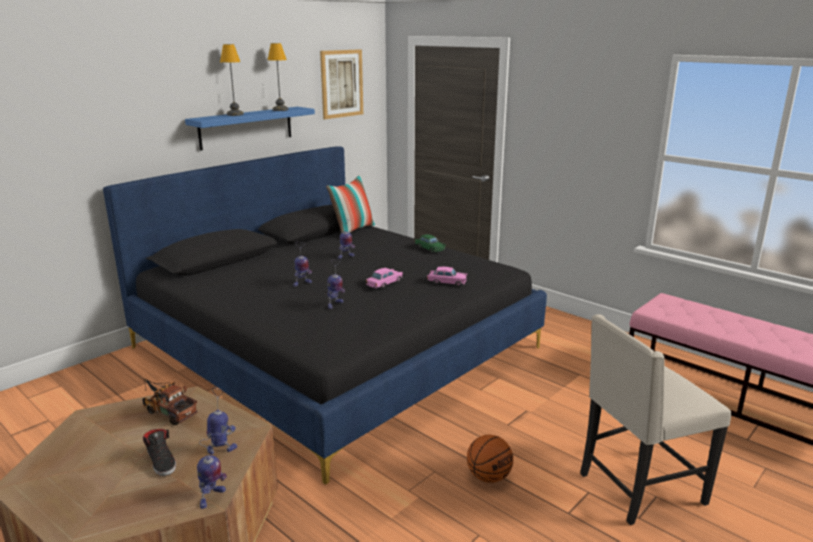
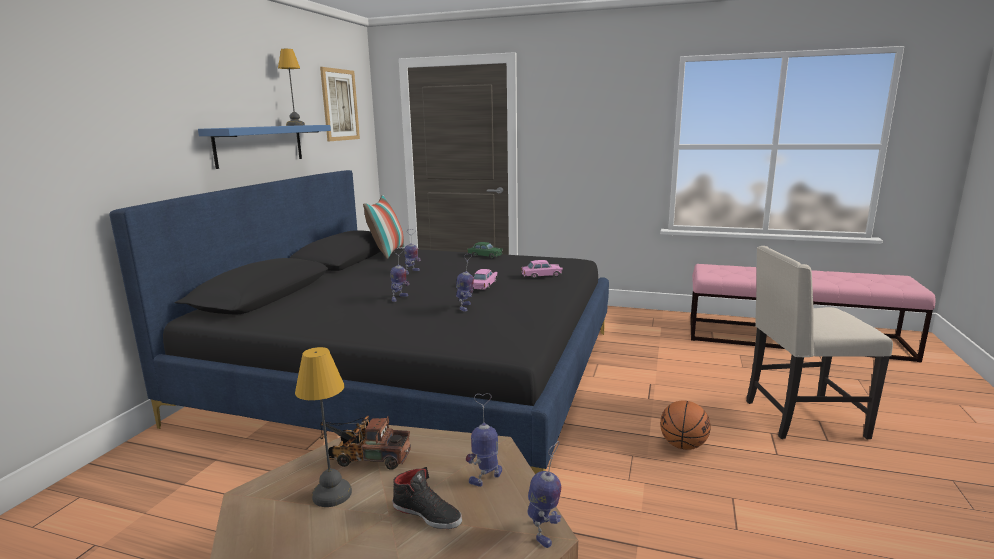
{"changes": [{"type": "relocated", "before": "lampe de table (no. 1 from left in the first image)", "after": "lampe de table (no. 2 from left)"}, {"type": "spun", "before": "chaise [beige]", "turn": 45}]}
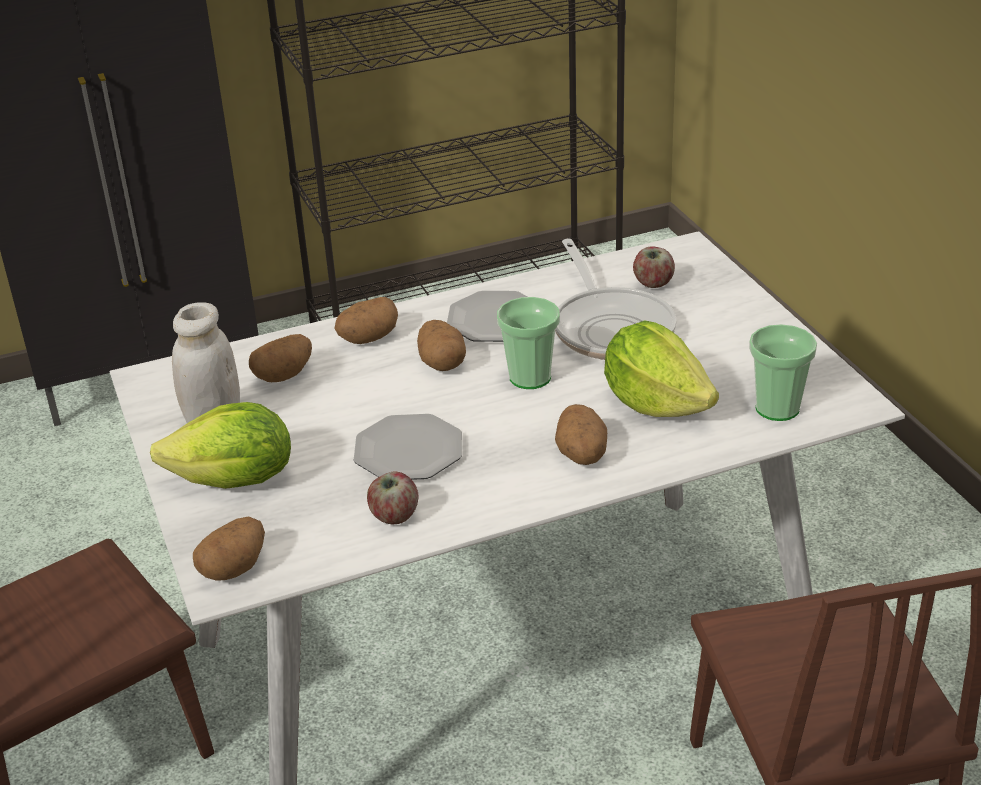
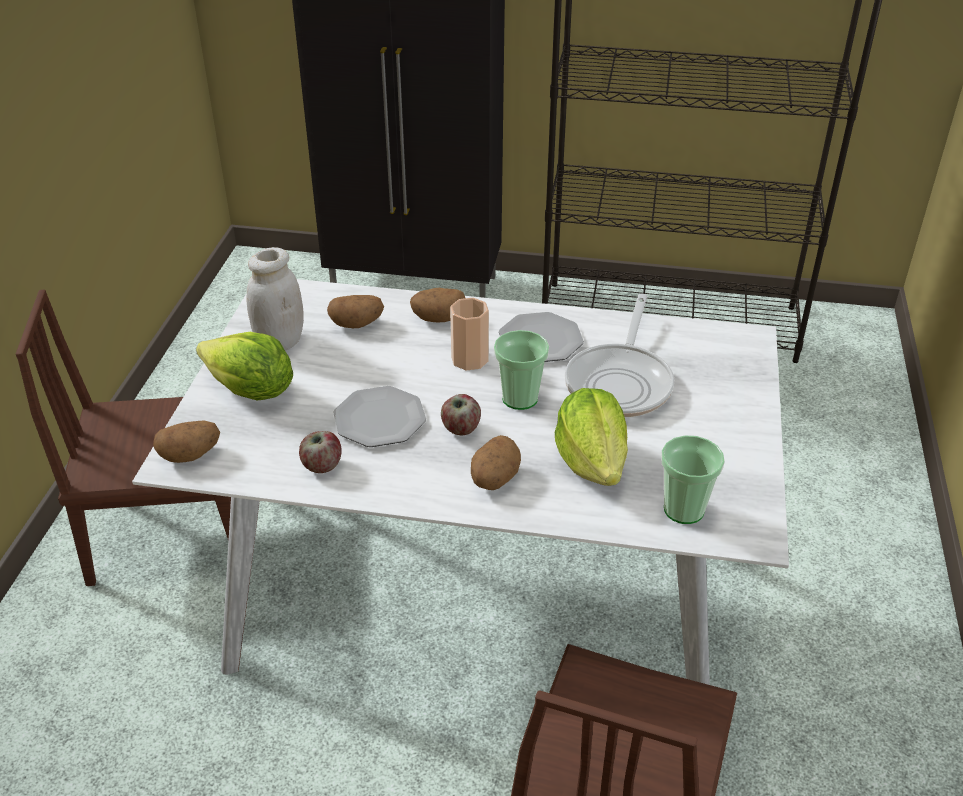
{"changes": [{"type": "exchanged", "before": "pomme de terre (no. 4 from left)", "after": "tasse (no. 1 from left)"}, {"type": "relocated", "before": "pomme (no. 2 from left)"}]}
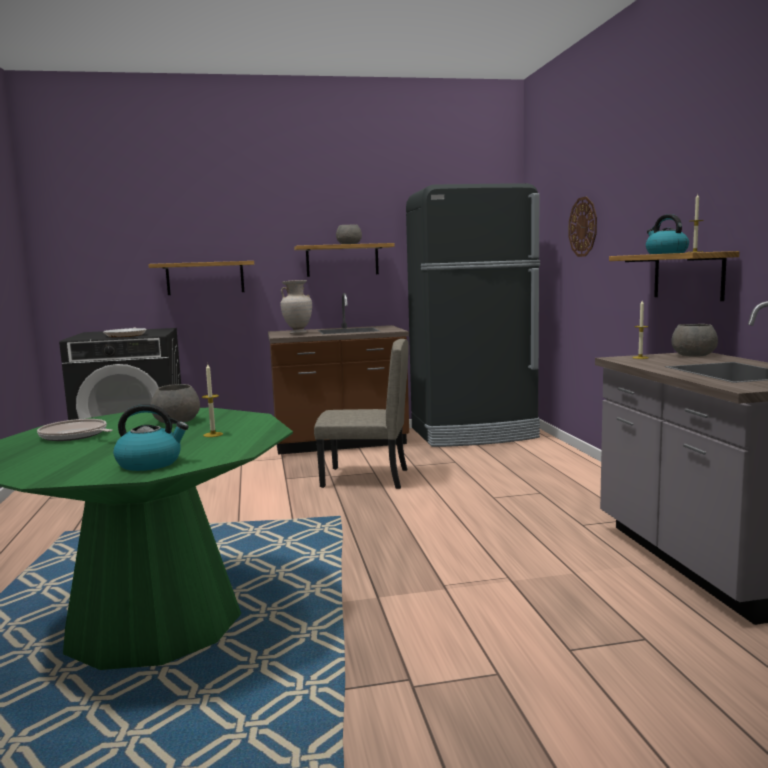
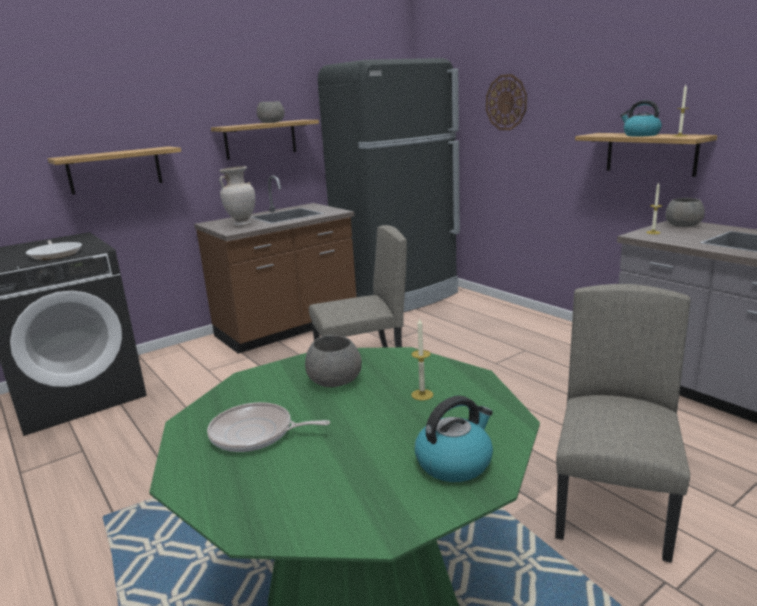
{"changes": [{"type": "appeared", "after": "chaise [beige] (no. 2 from left)"}]}
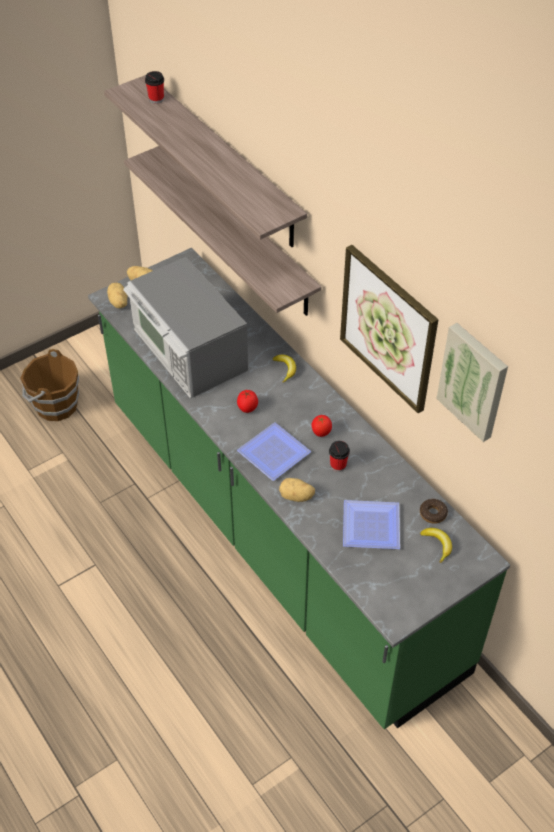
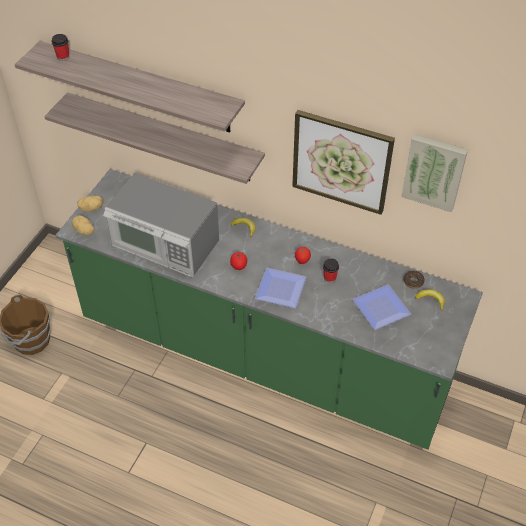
{"changes": [{"type": "missing", "before": "pomme de terre (no. 3 from left)"}]}
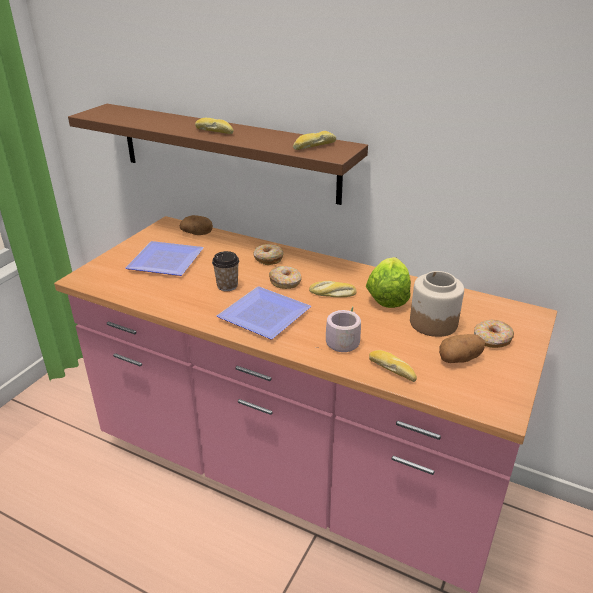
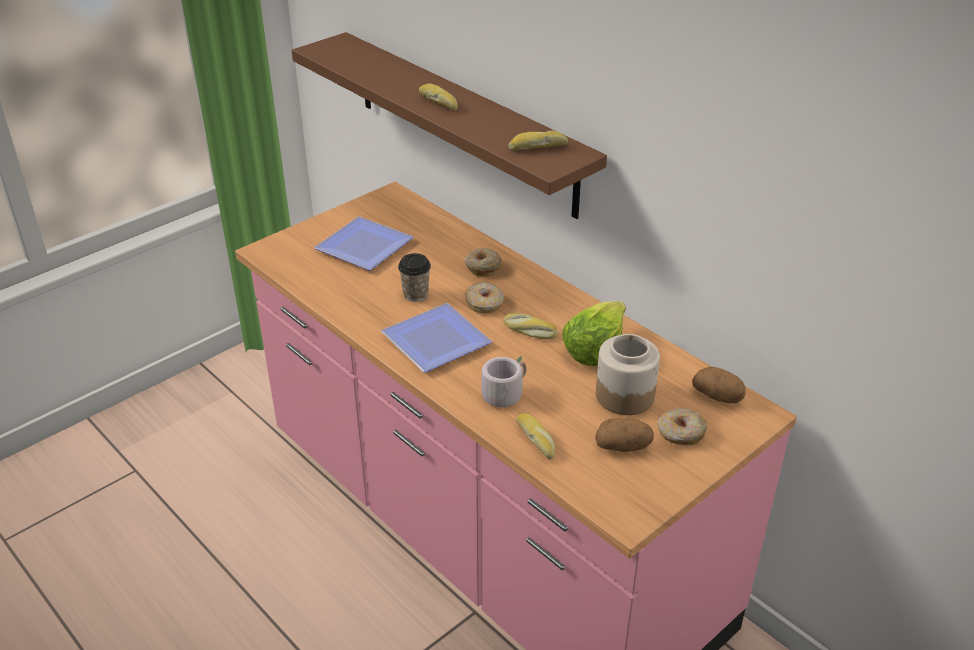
{"changes": [{"type": "relocated", "before": "pomme de terre (no. 1 from left in the first image)", "after": "pomme de terre (no. 2 from left)"}]}
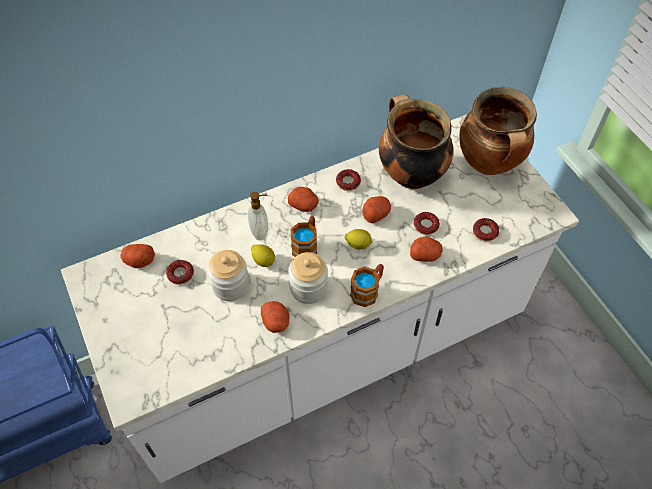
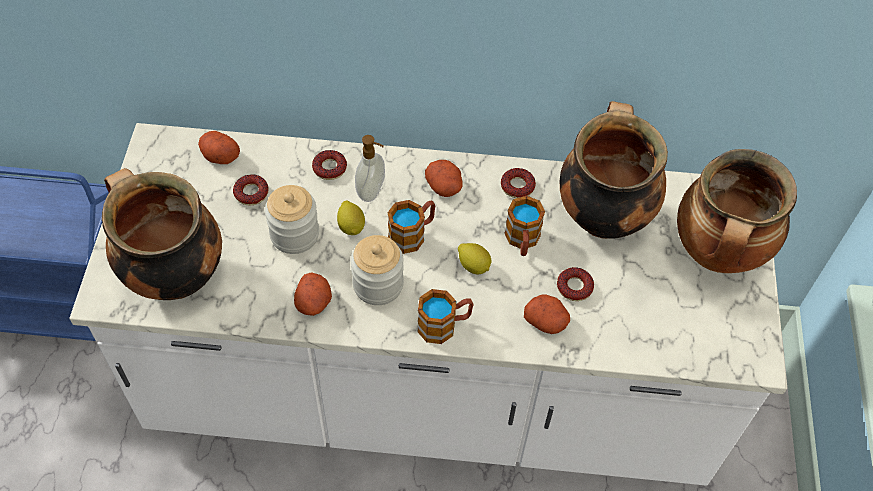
{"changes": [{"type": "exchanged", "before": "pomme de terre (no. 4 from left)", "after": "mug (no. 3 from left)"}, {"type": "relocated", "before": "beignet (no. 4 from left in the first image)", "after": "beignet (no. 2 from left)"}, {"type": "appeared", "after": "marmite (no. 1 from left)"}]}
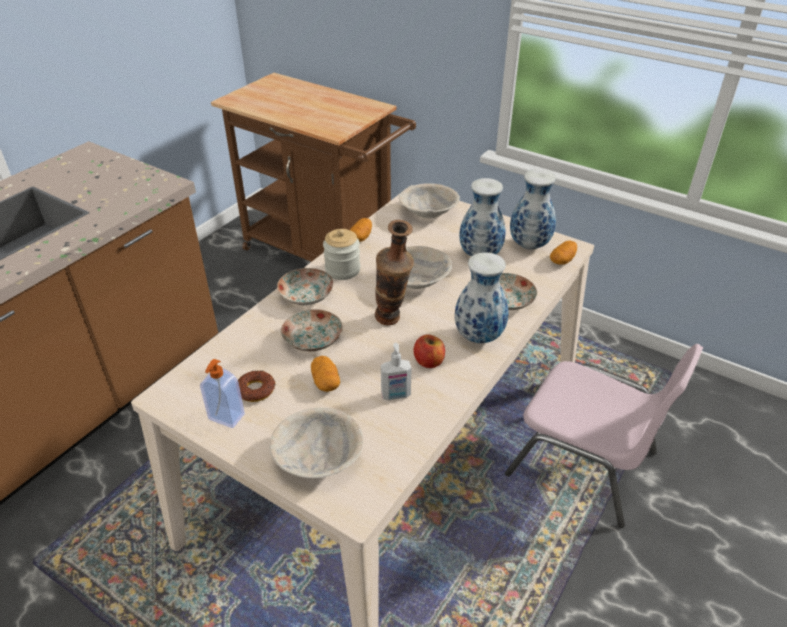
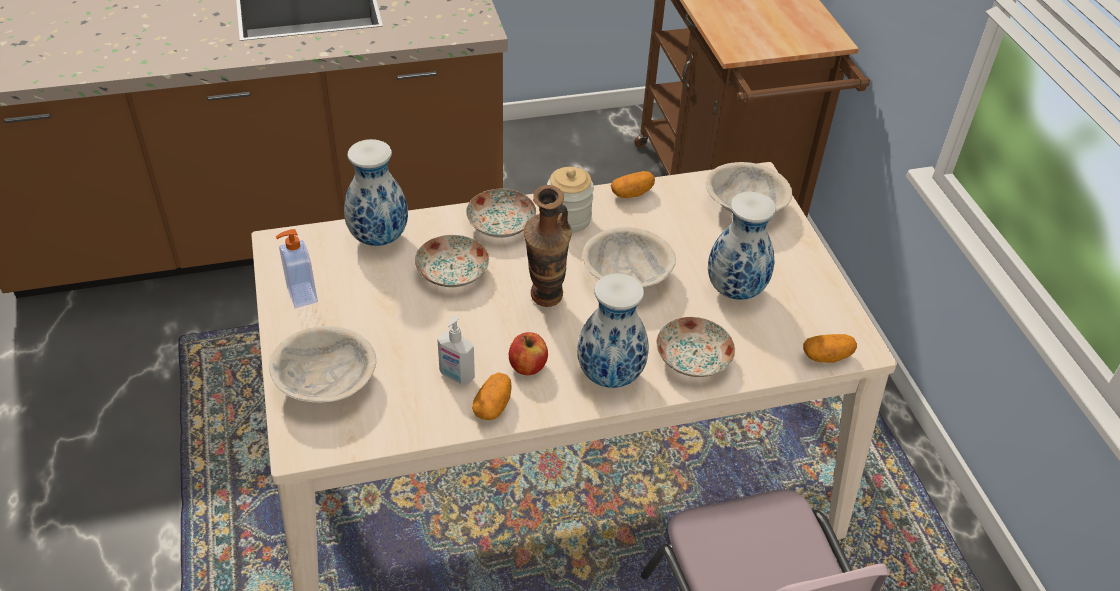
{"changes": [{"type": "missing", "before": "beignet"}, {"type": "relocated", "before": "pomme de terre (no. 1 from left)"}, {"type": "relocated", "before": "vase (no. 4 from left in the first image)", "after": "vase (no. 1 from left)"}]}
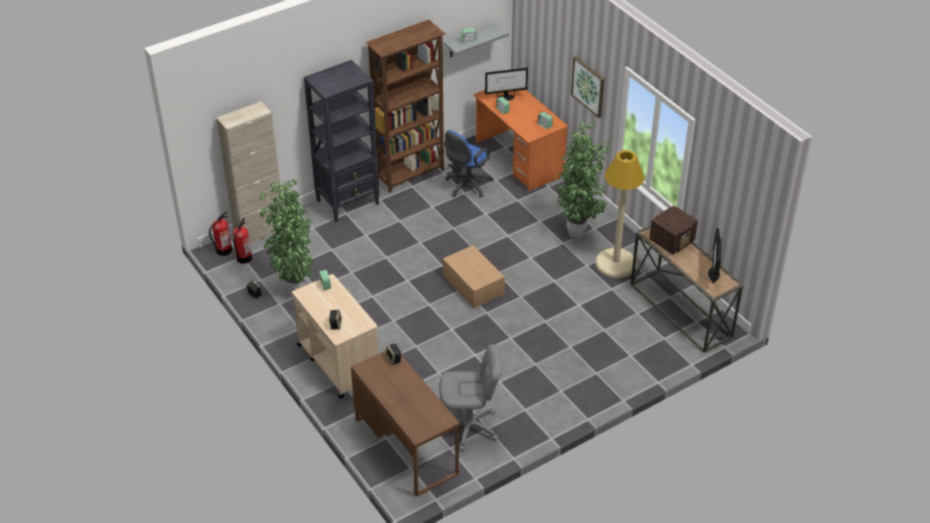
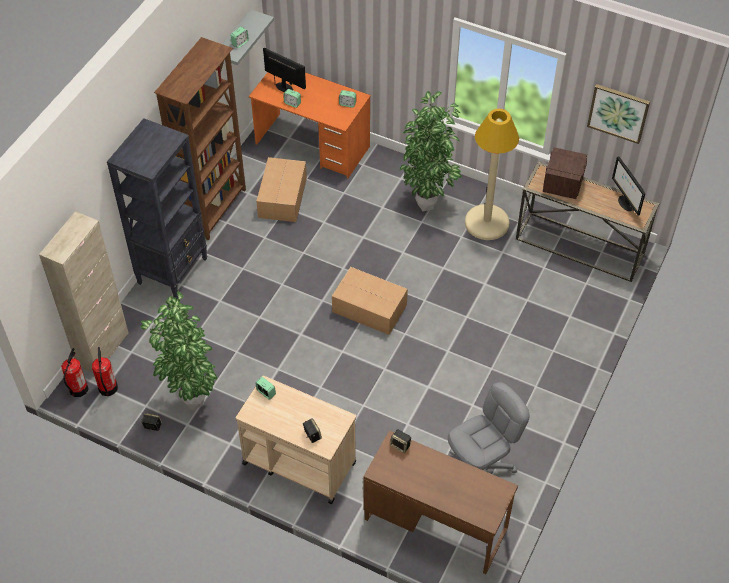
{"changes": [{"type": "exchanged", "before": "chaise de bureau [bleu]", "after": "carton (no. 1 from left)"}, {"type": "spun", "before": "écran d'ordinateur (no. 1 from left)", "turn": -105}, {"type": "relocated", "before": "tableau"}]}
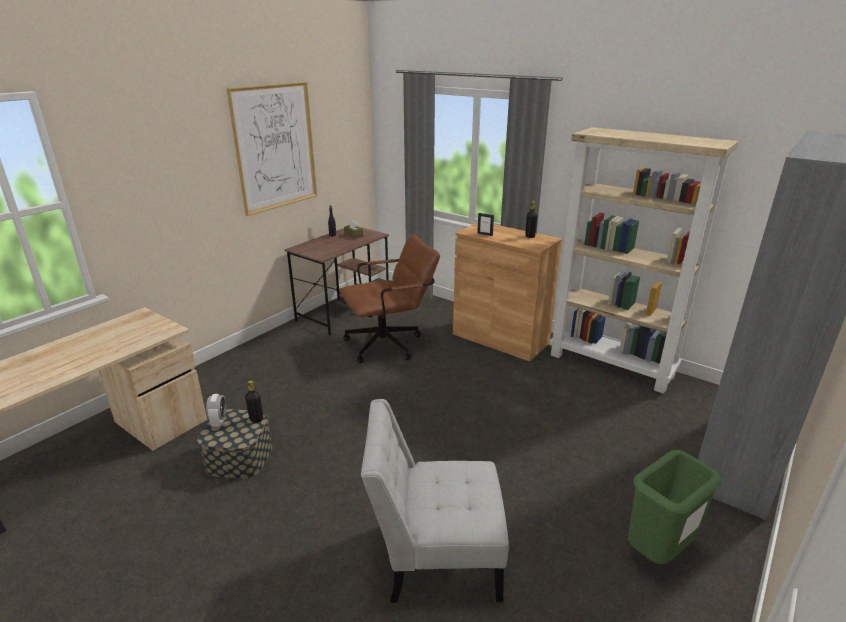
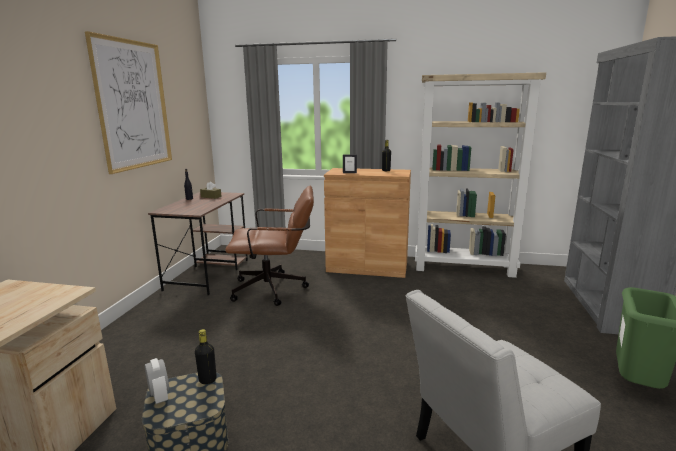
{"changes": [{"type": "spun", "before": "chaise de bureau [marron]", "turn": 45}]}
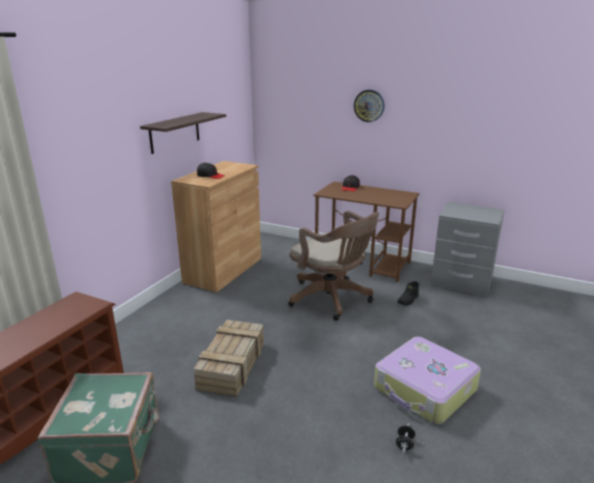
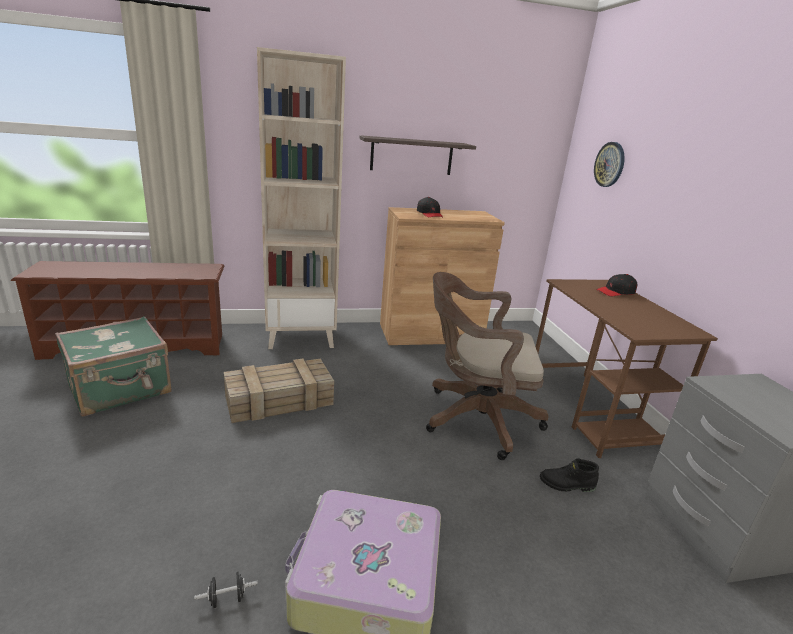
{"changes": [{"type": "spun", "before": "chaise de bureau [marron]", "turn": 90}, {"type": "relocated", "before": "horloge murale"}, {"type": "appeared", "after": "bibliothèque [beige]"}]}
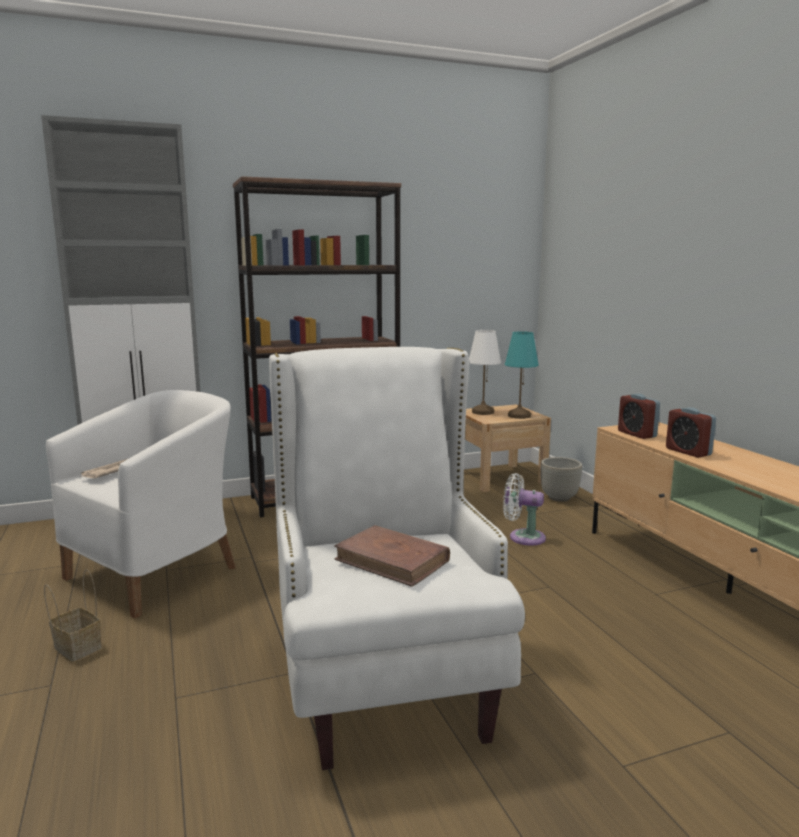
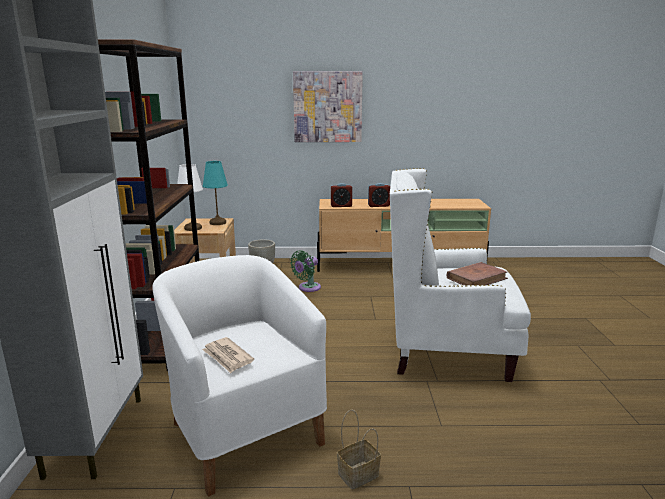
{"changes": [{"type": "colour", "before": "ventilateur [blanc]", "after": "ventilateur [vert]"}, {"type": "appeared", "after": "tableau"}]}
